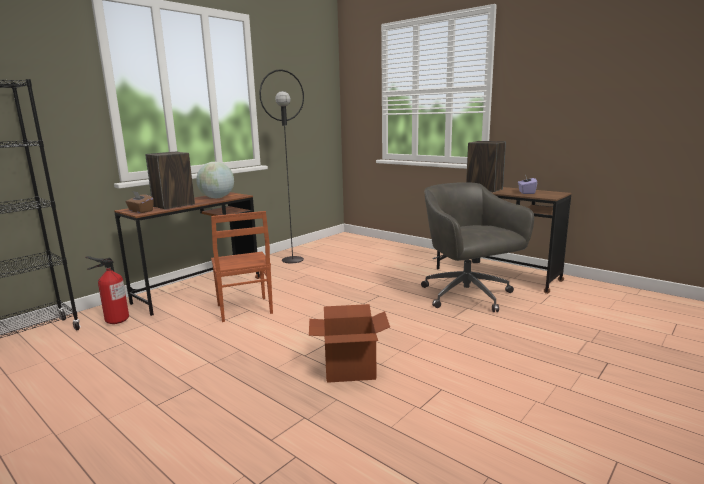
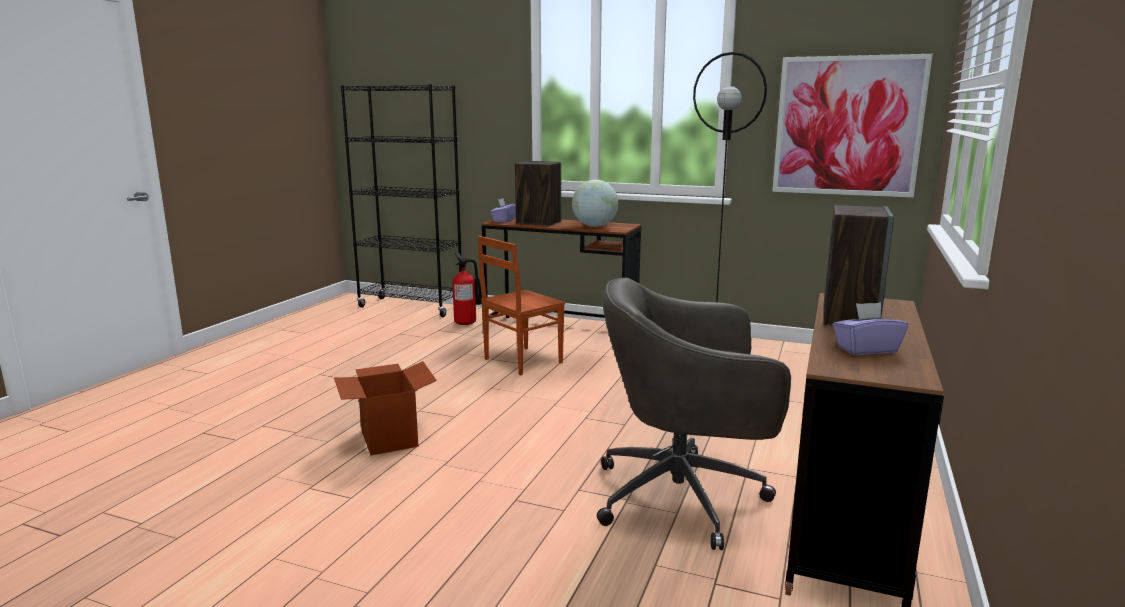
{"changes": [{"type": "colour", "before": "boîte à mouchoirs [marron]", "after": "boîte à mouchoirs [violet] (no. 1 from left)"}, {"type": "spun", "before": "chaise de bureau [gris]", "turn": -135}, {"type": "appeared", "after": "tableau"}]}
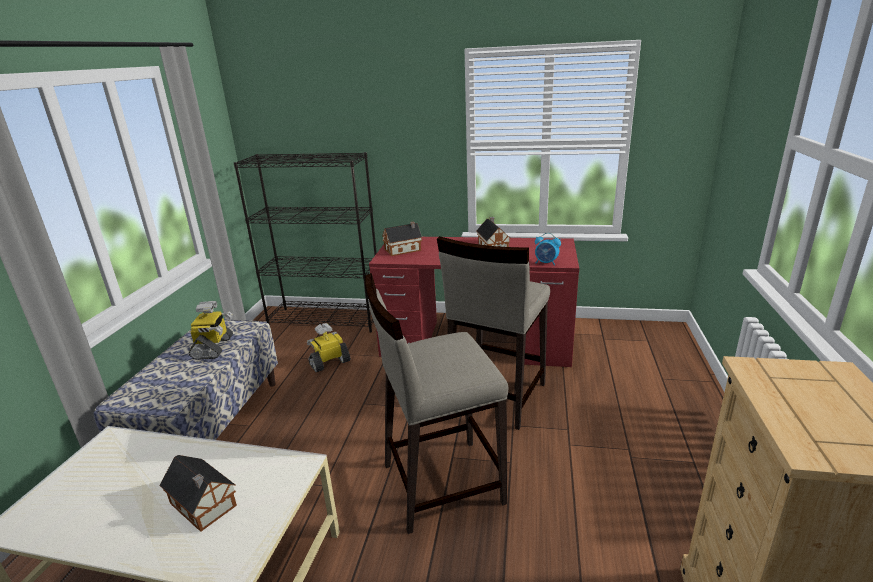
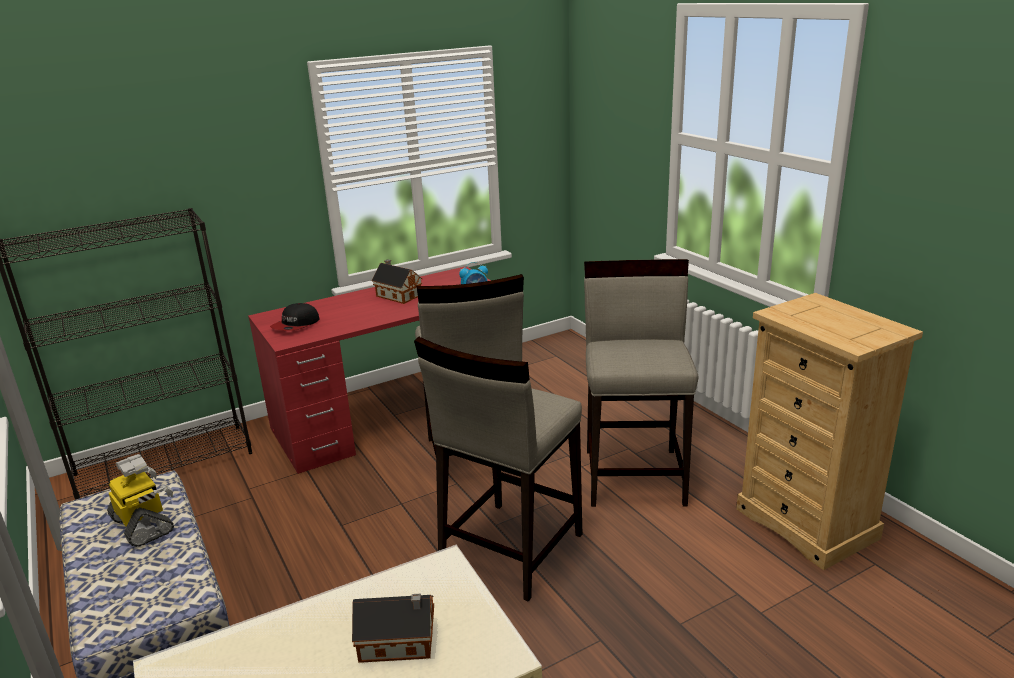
{"changes": [{"type": "missing", "before": "robot jouet (no. 2 from left)"}, {"type": "exchanged", "before": "maison miniature (no. 2 from left)", "after": "casquette"}, {"type": "appeared", "after": "tabouret [beige] (no. 3 from left)"}]}
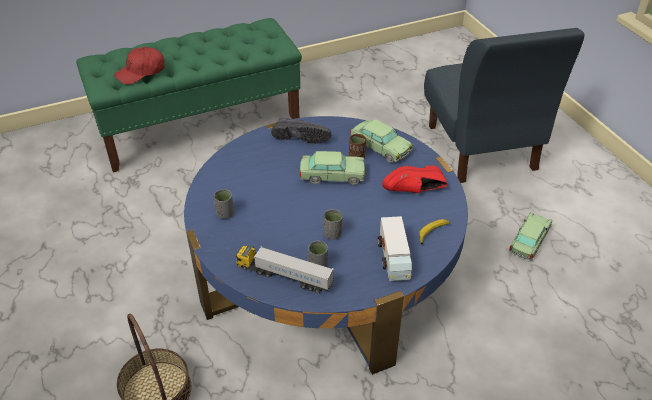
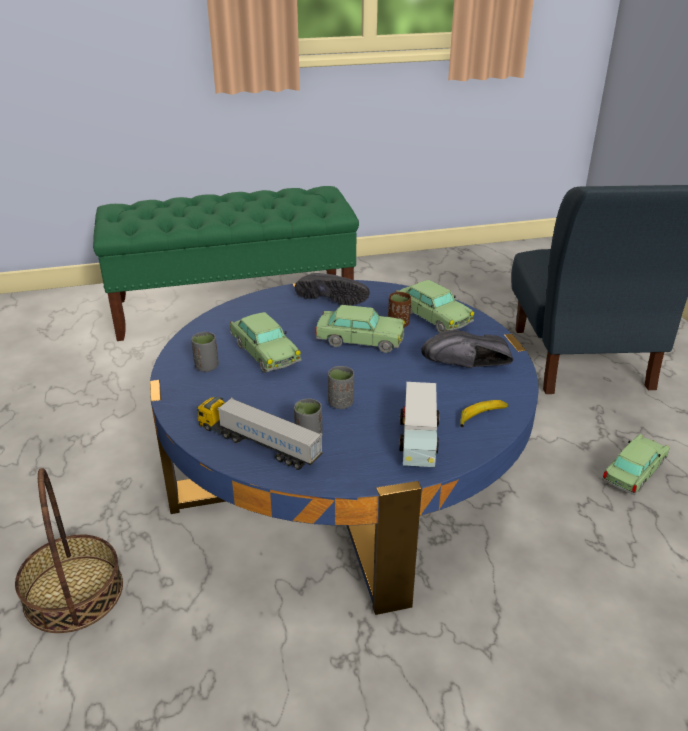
{"changes": [{"type": "missing", "before": "casquette [rouge]"}, {"type": "colour", "before": "chaussure [rouge]", "after": "chaussure [noir] (no. 2 from left)"}, {"type": "appeared", "after": "petite voiture (no. 1 from left)"}]}
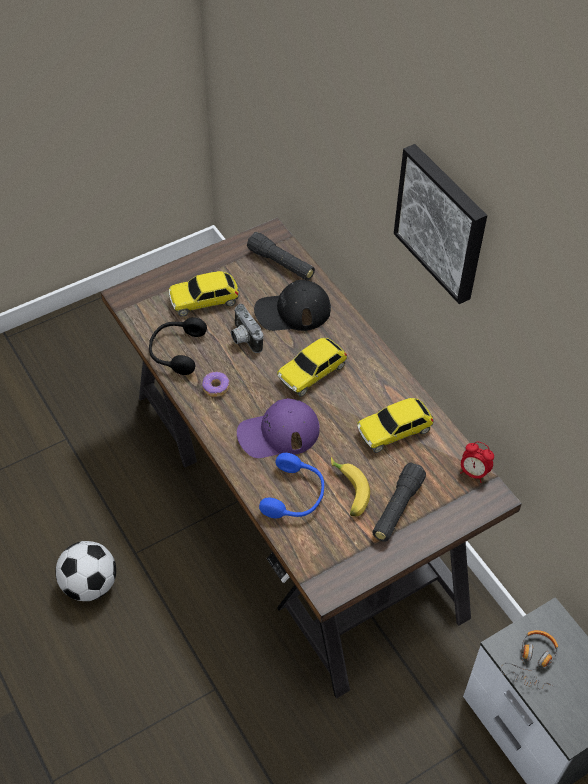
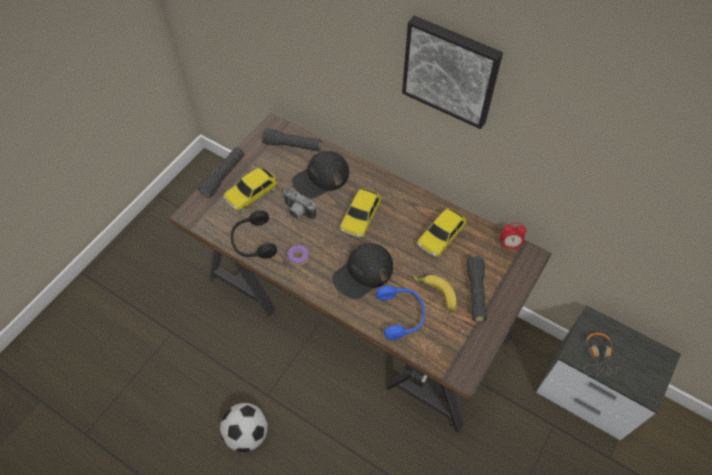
{"changes": [{"type": "colour", "before": "casquette [violet]", "after": "casquette [noir] (no. 2 from left)"}, {"type": "appeared", "after": "lampe de poche [noir] (no. 1 from left)"}]}
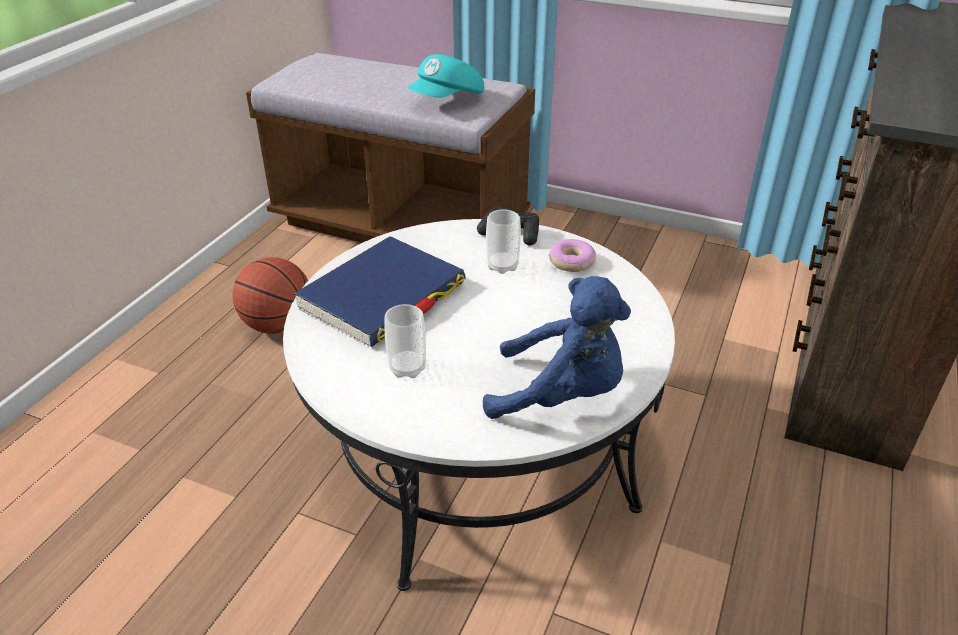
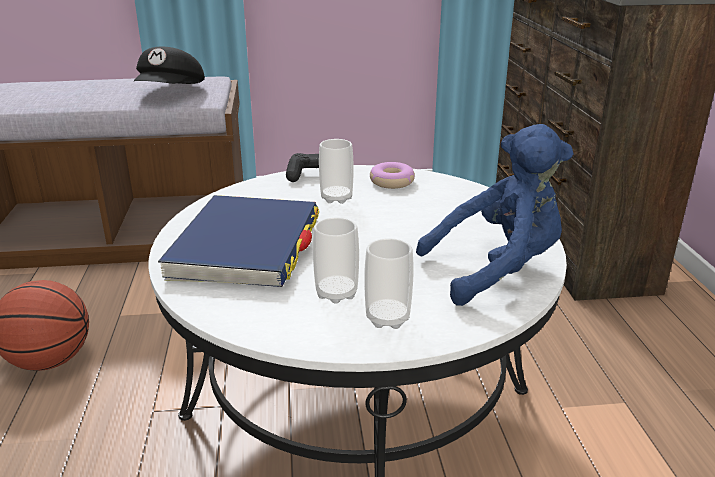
{"changes": [{"type": "colour", "before": "casquette [turquoise]", "after": "casquette [noir]"}, {"type": "appeared", "after": "tasse (no. 3 from left)"}]}
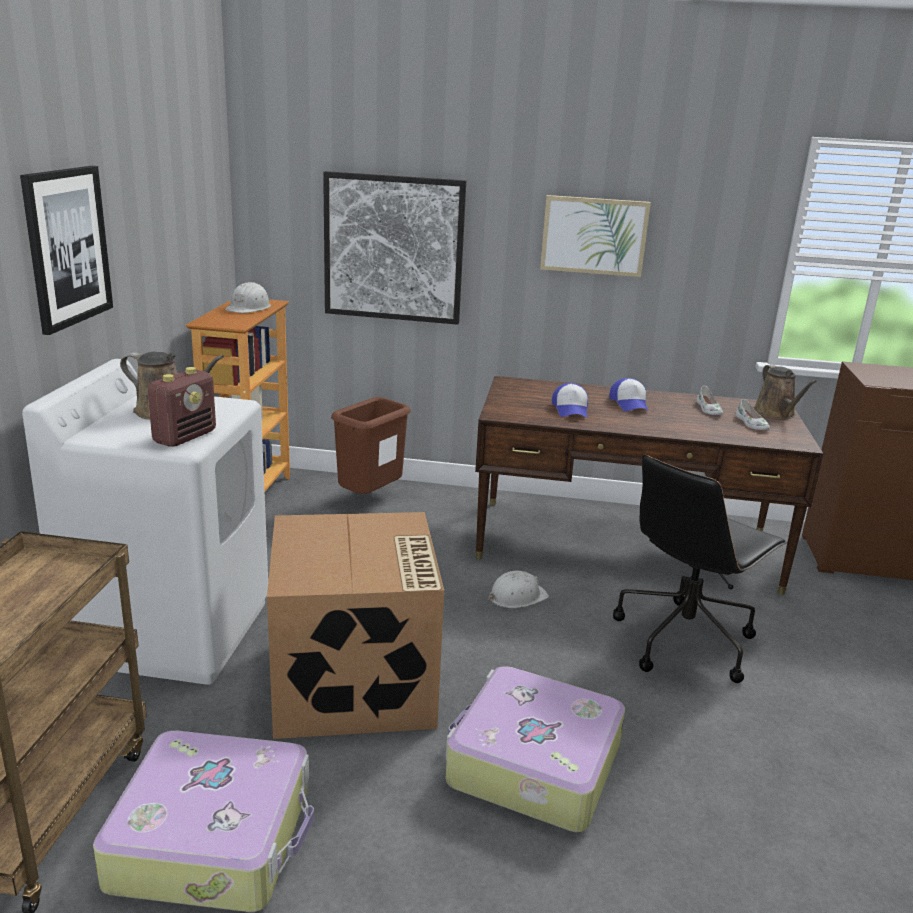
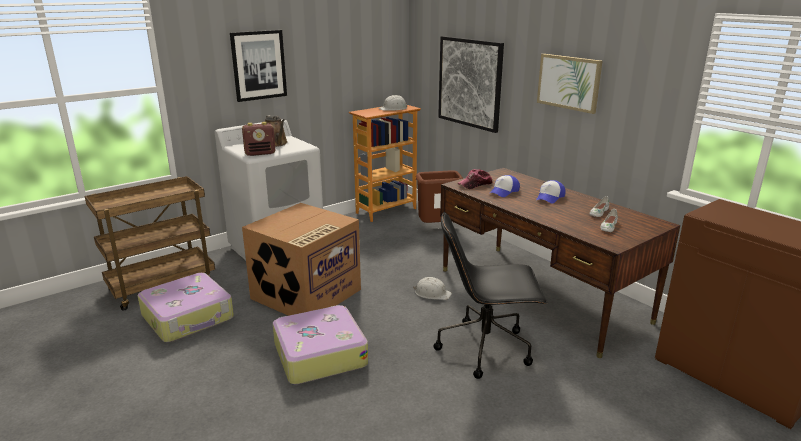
{"changes": [{"type": "missing", "before": "arrosoir [marron] (no. 2 from left)"}, {"type": "appeared", "after": "casquette (no. 1 from left)"}]}
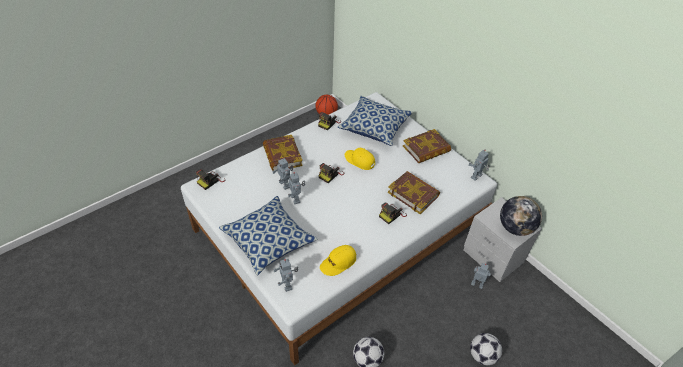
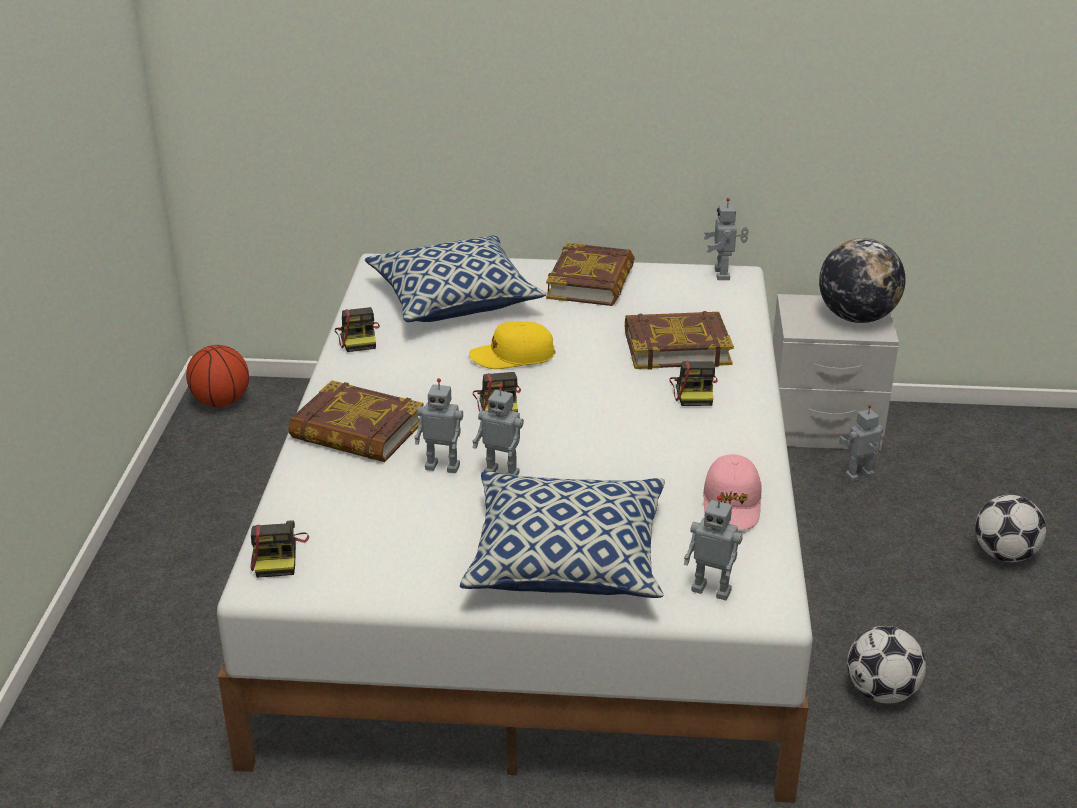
{"changes": [{"type": "colour", "before": "casquette [jaune] (no. 1 from left)", "after": "casquette [rose]"}]}
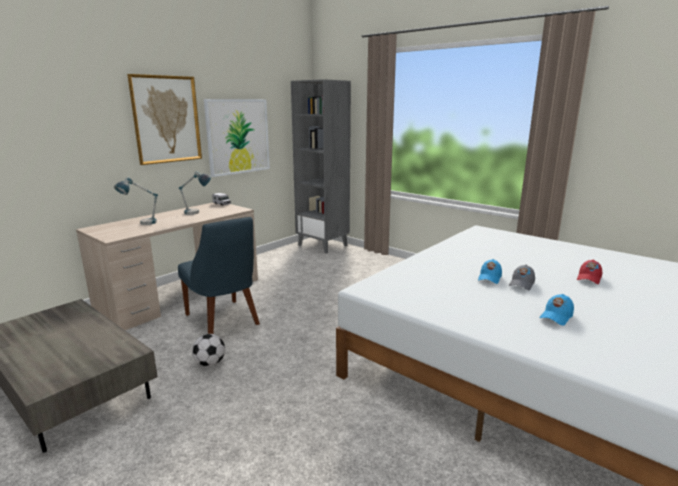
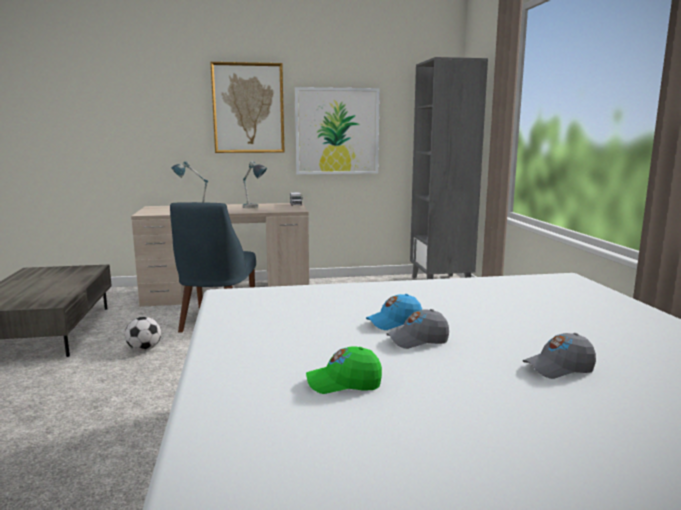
{"changes": [{"type": "colour", "before": "casquette [bleu] (no. 2 from left)", "after": "casquette [vert]"}, {"type": "colour", "before": "casquette [rouge]", "after": "casquette [gris] (no. 2 from left)"}]}
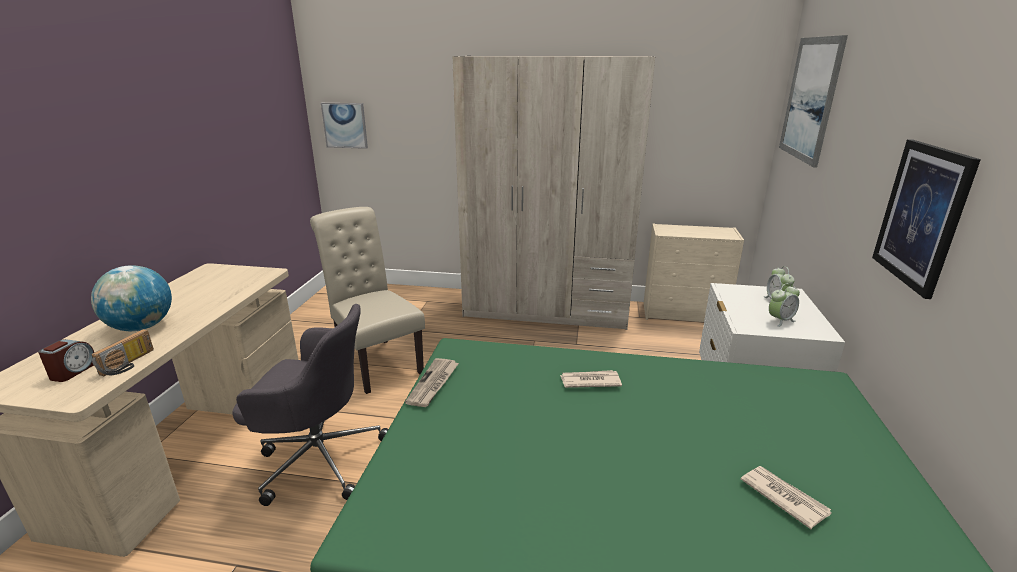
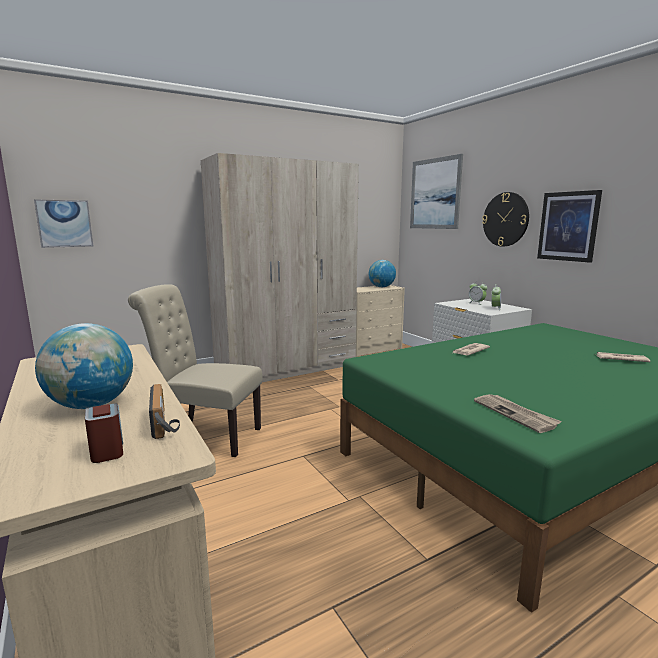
{"changes": [{"type": "missing", "before": "chaise de bureau [gris]"}, {"type": "relocated", "before": "journal (no. 1 from left in the first image)", "after": "journal (no. 2 from left)"}, {"type": "appeared", "after": "globe (no. 2 from left)"}, {"type": "appeared", "after": "horloge murale"}]}
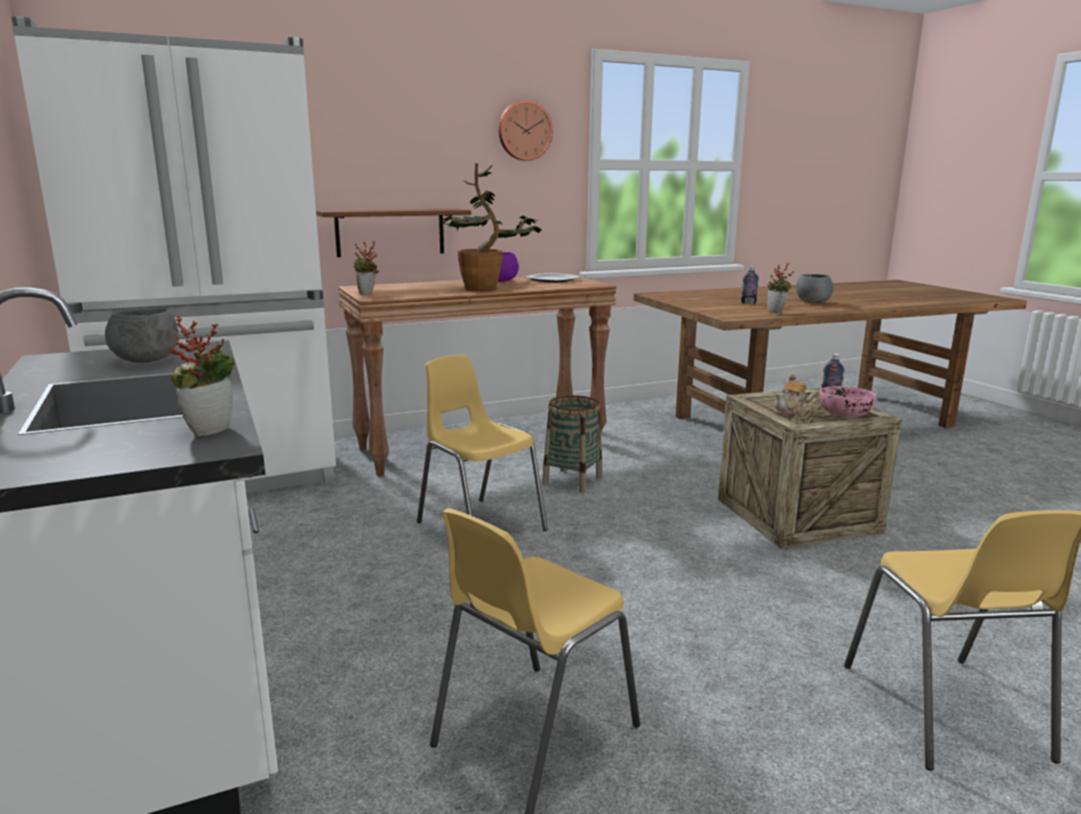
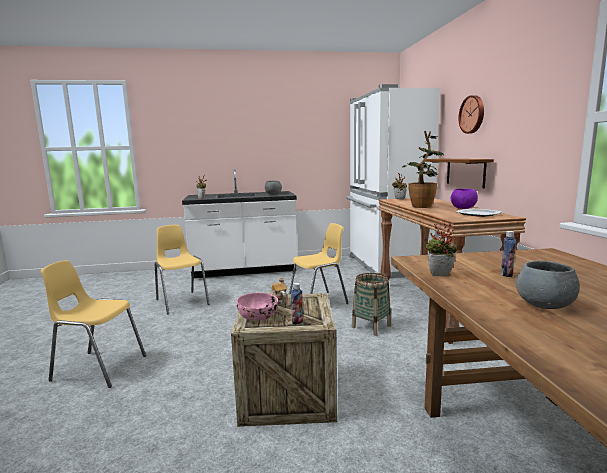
{"changes": [{"type": "relocated", "before": "horloge murale"}]}
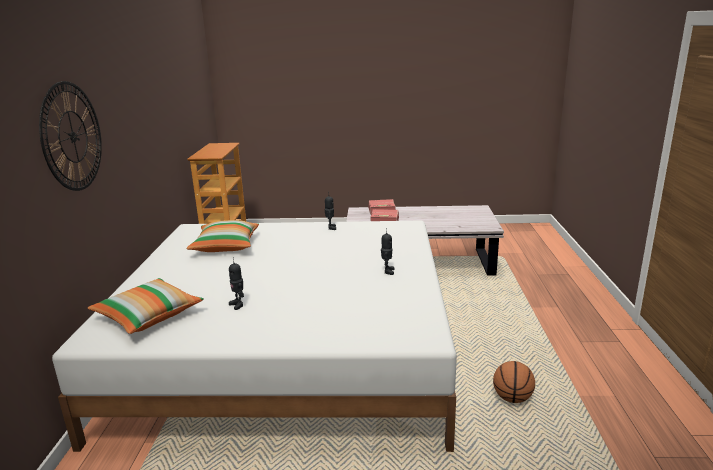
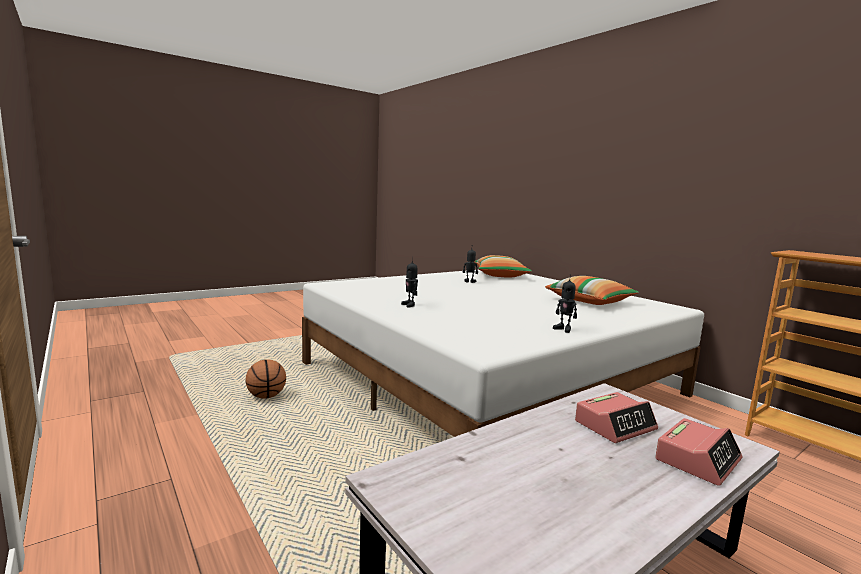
{"changes": [{"type": "missing", "before": "horloge murale"}]}
